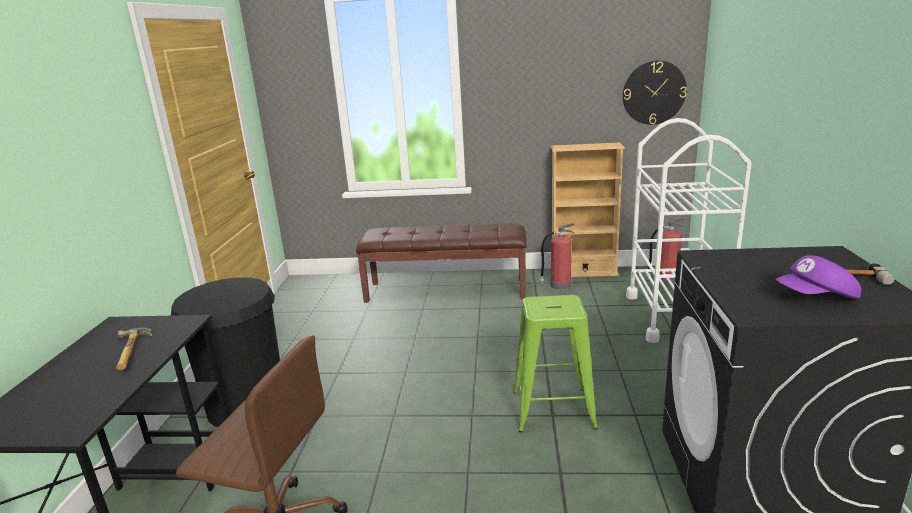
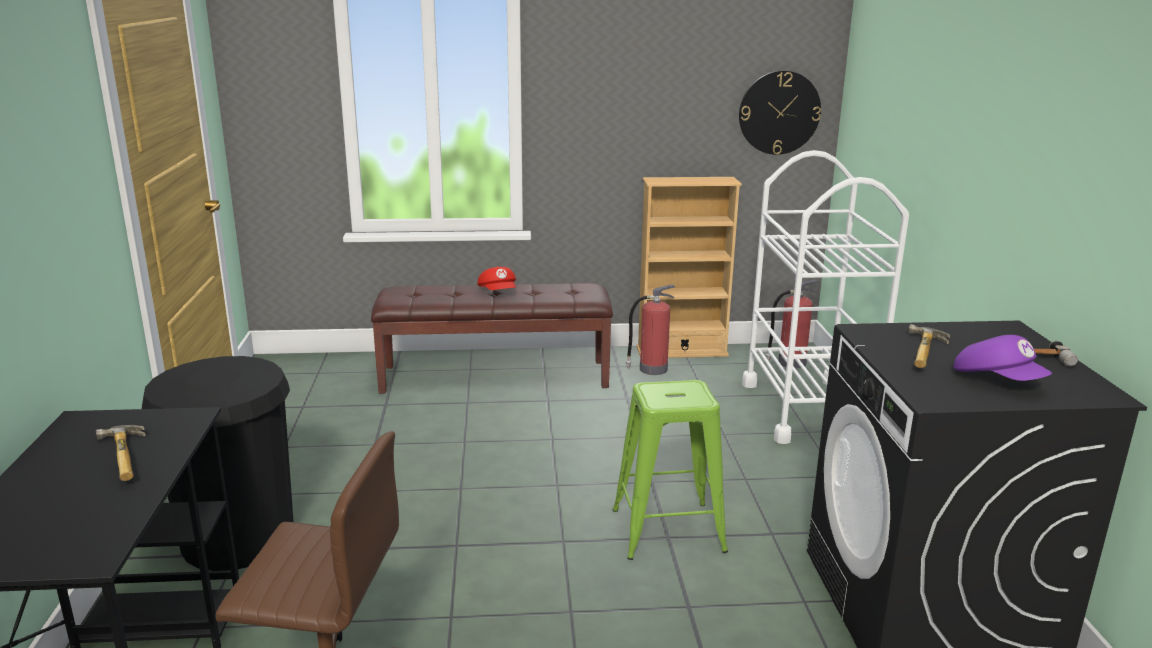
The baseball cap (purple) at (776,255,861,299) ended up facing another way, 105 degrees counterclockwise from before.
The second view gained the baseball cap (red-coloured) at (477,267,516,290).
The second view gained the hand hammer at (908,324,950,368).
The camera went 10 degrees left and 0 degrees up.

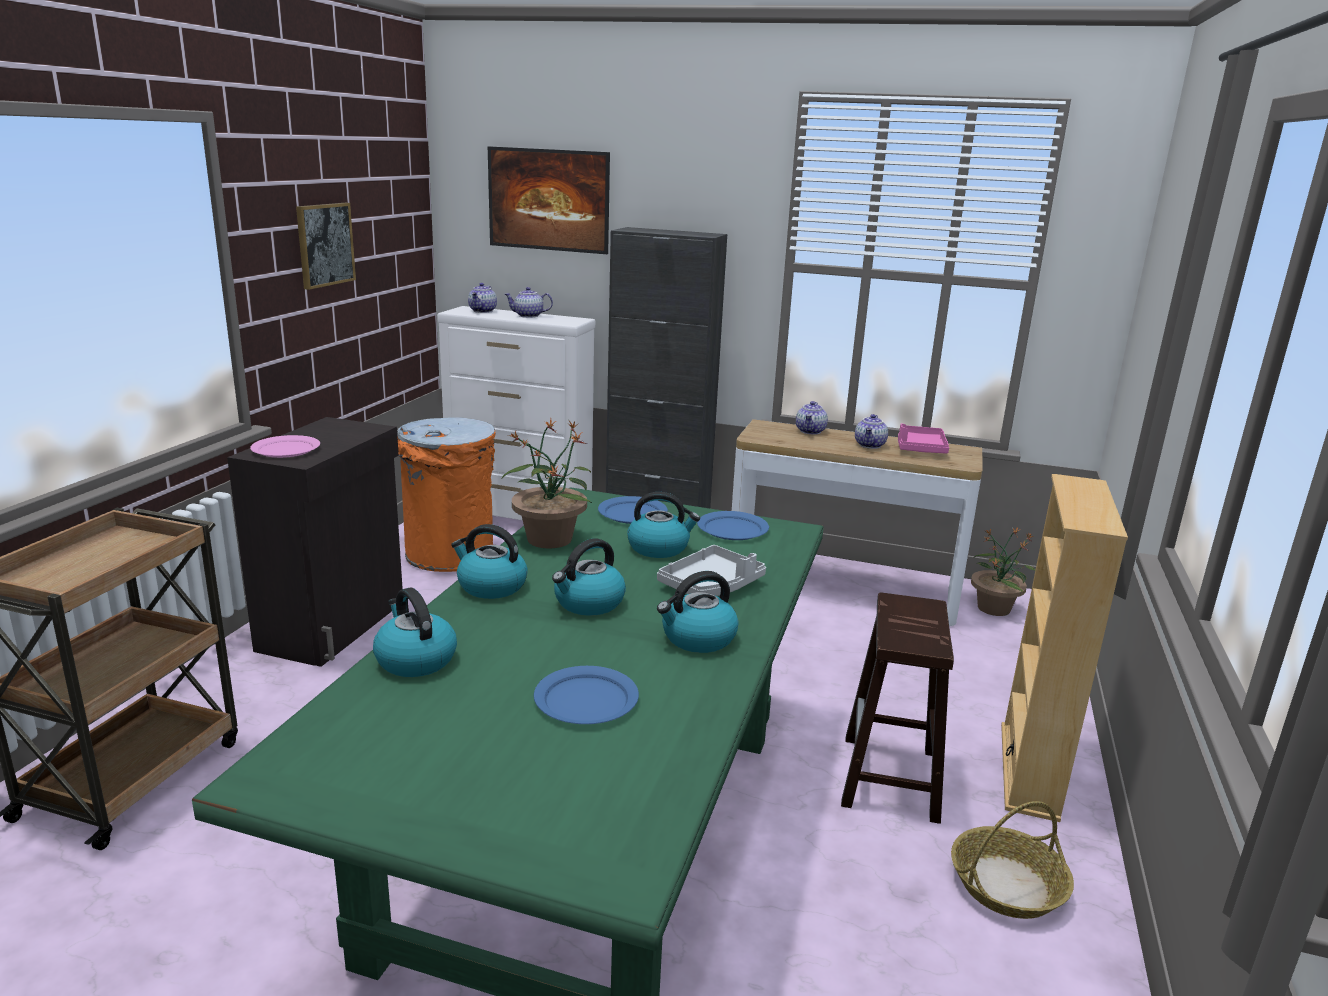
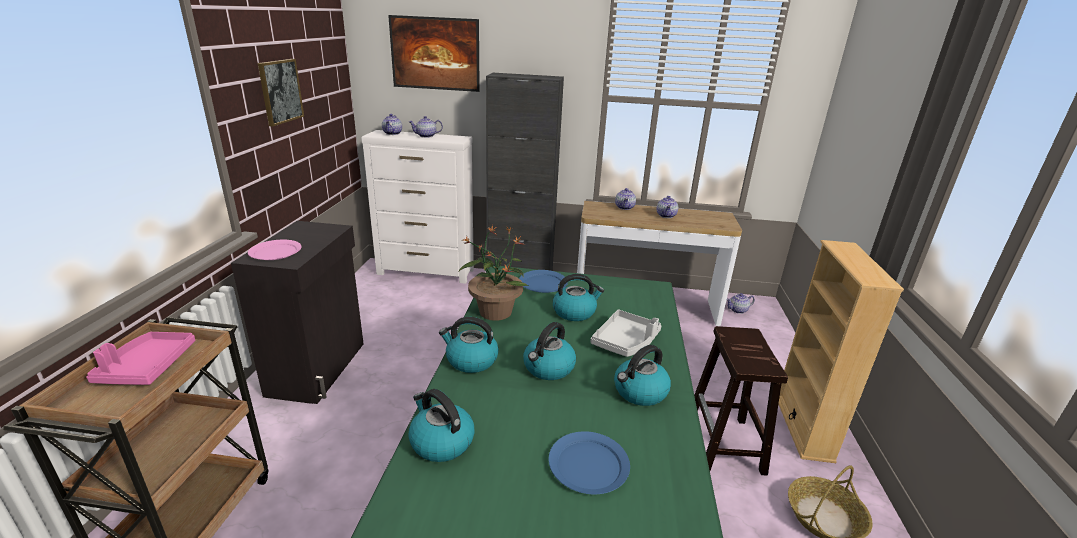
The second view lost the trash can (orangey) at (397,417,496,572).
The second view lost the plate (bluish) at (697,511,769,540).
The tray (pink-coloured) ended up elsewhere, having gone from (898,424,949,454) to (86,332,195,385).
Where the houseplant stood at (971,526,1036,616), the tea pot came to stand at (727,293,755,314).
The camera went 10 degrees left and 5 degrees up.

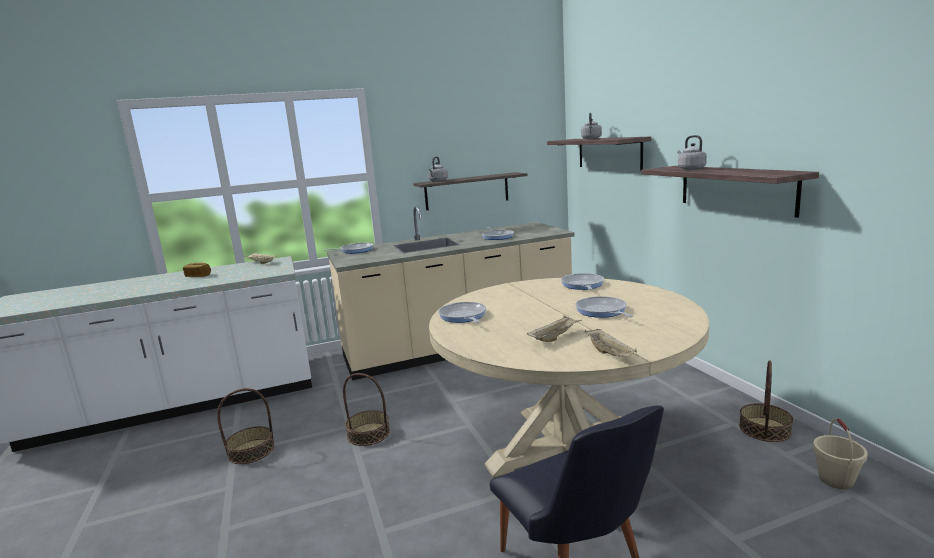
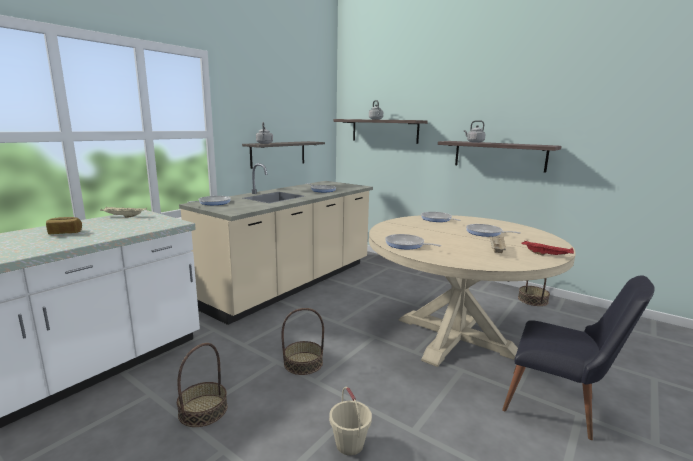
What was the tray (sand-coloured) at (584,329,637,357) turned into the tray (red-coloured) at (522,241,574,256).
The pail (sand-coloured) ended up elsewhere, having gone from (813,418,868,489) to (329,387,372,456).
The camera went 35 degrees left and 0 degrees up.

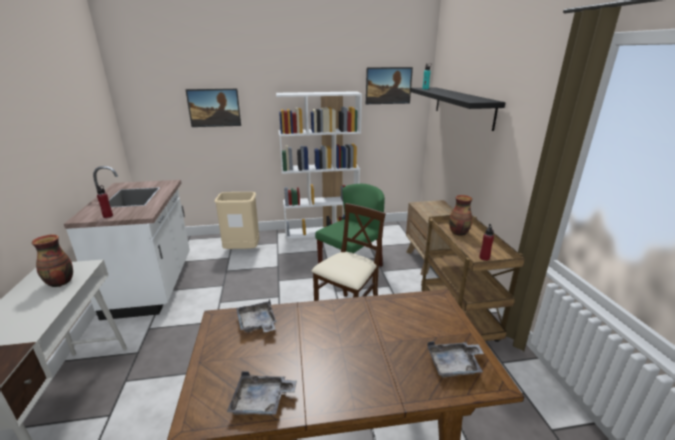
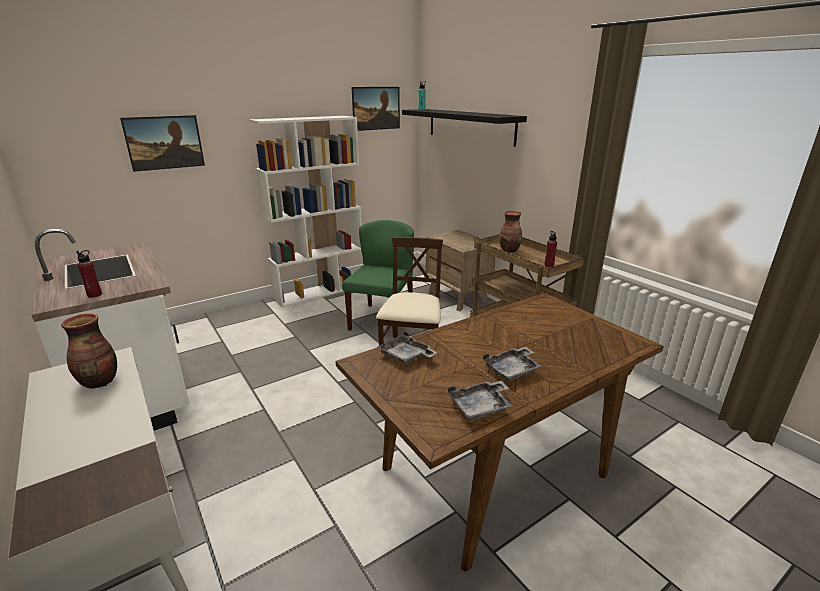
The second view lost the trash can (sand-coloured) at (214,192,260,249).
The tray (grey) ended up elsewhere, having gone from (427,341,484,377) to (483,347,542,381).
The camera went 25 degrees left and 0 degrees up.

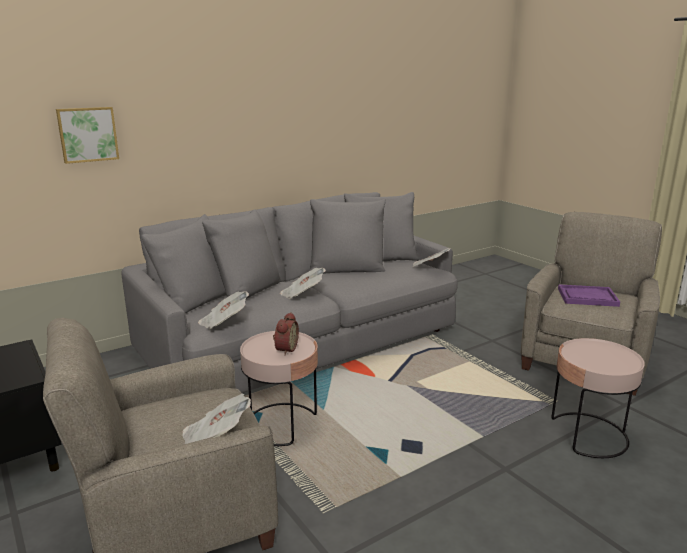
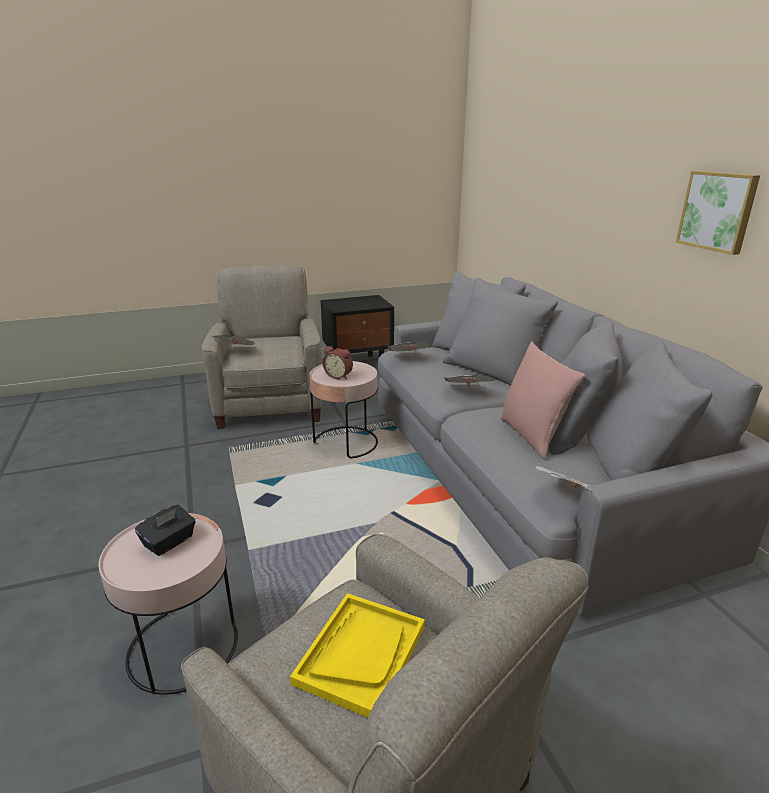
The picture ended up elsewhere, having gone from (56,107,119,164) to (676,171,760,255).
What was the tray (purple) at (558,284,620,307) turned into the tray (yellow-coloured) at (290,593,425,718).
The second view gained the tissue box (black) at (135,505,196,556).
The second view gained the cushion (pink-coloured) at (501,341,585,460).
The camera went 105 degrees right and 5 degrees up.

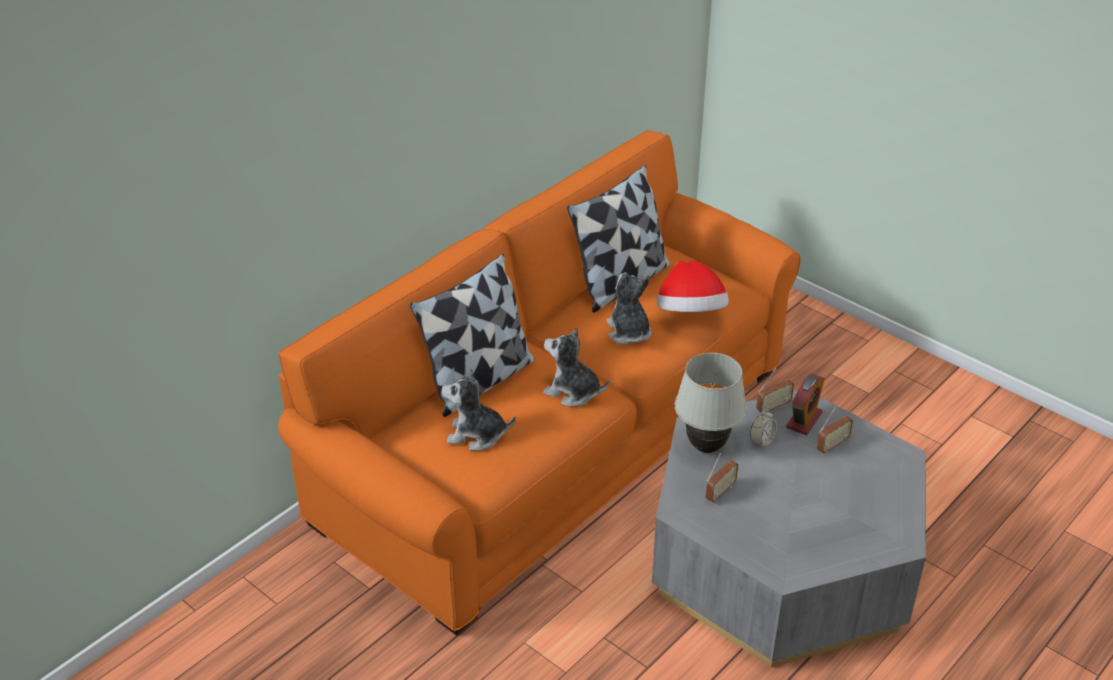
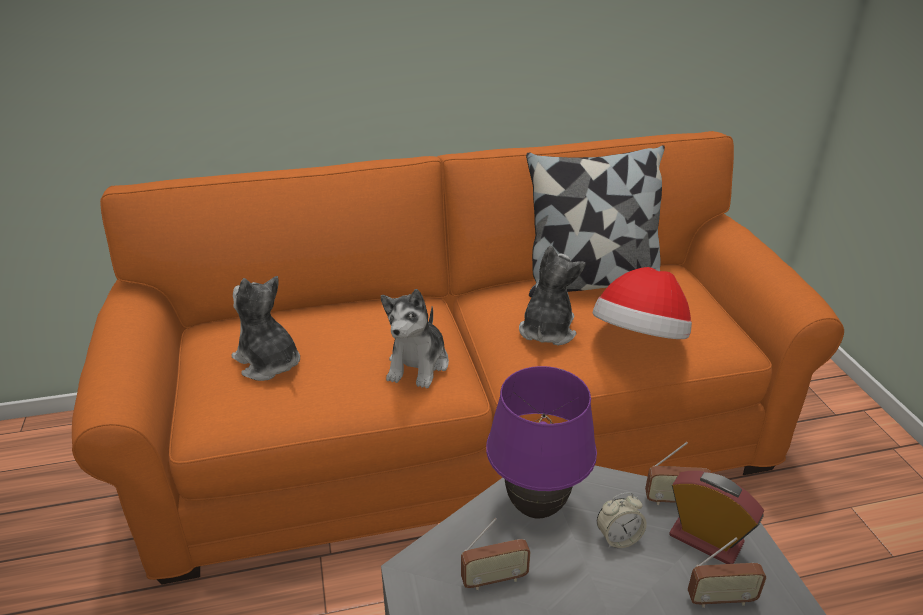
The second view lost the cushion at (410,254,535,417).
The soft toy at (543,327,609,407) ended up facing another way, 135 degrees counterclockwise from before.
What was the table lamp (white) at (675,353,747,453) turned into the table lamp (purple) at (486,366,597,519).
The bedside clock at (786,374,825,435) ended up facing another way, 120 degrees counterclockwise from before.
The camera went 35 degrees right and 5 degrees down.

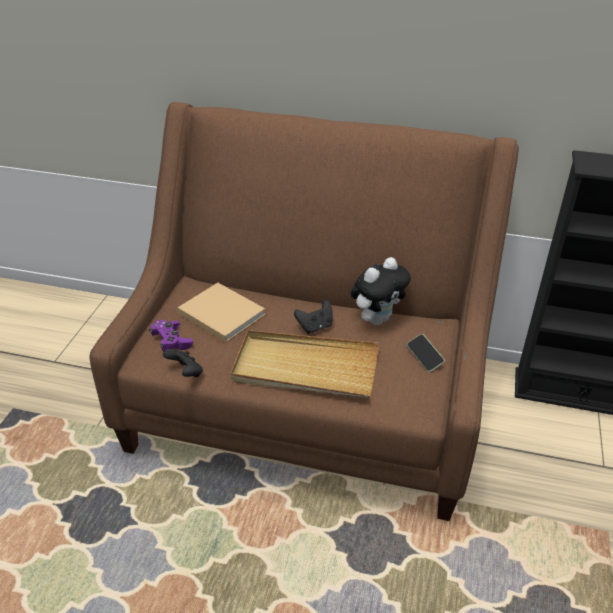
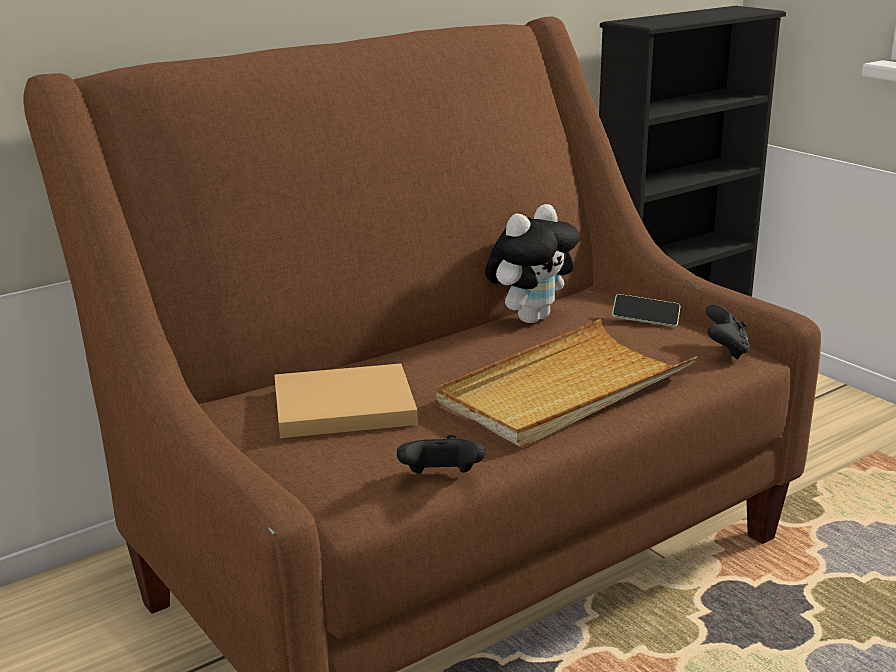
The second view lost the joypad (purple) at (149,320,193,352).
The joypad (black) ended up elsewhere, having gone from (294,300,333,334) to (706,304,750,359).
The soft toy at (351,257,411,325) ended up facing another way, 45 degrees clockwise from before.
The camera went 50 degrees left and 15 degrees down.

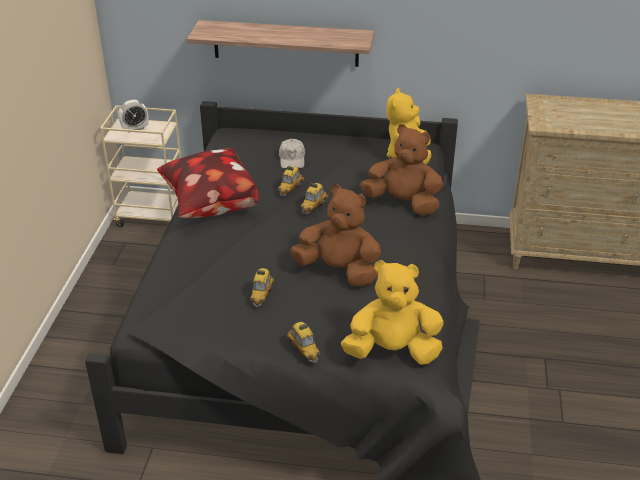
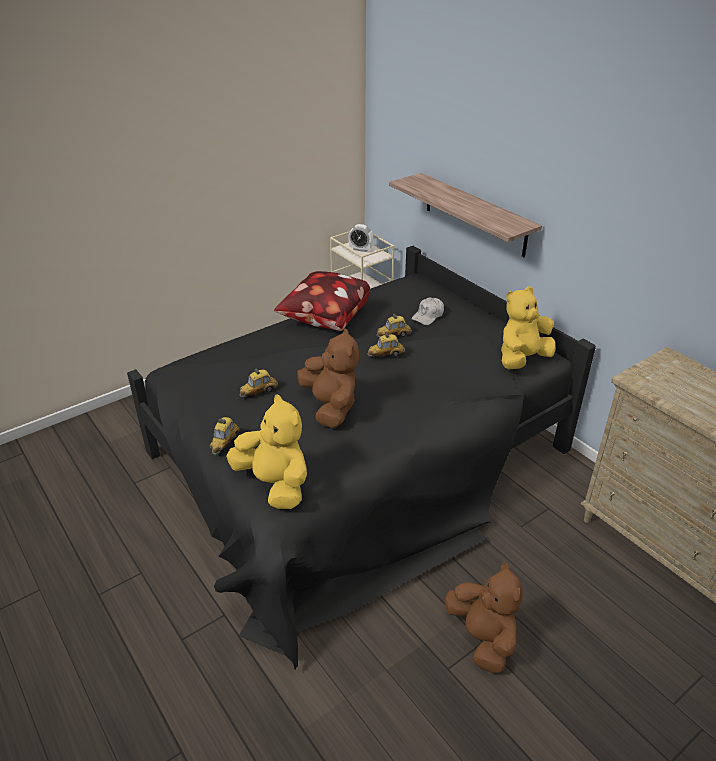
The soft toy (brown-coloured) ended up elsewhere, having gone from (360,124,443,216) to (445,562,523,673).
The camera went 45 degrees right and 0 degrees up.

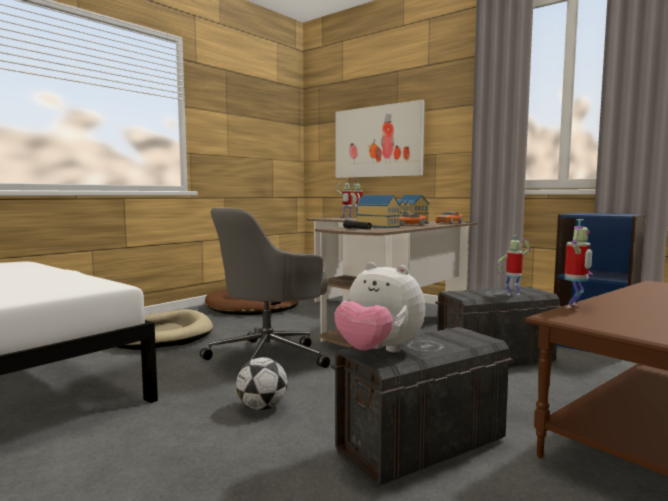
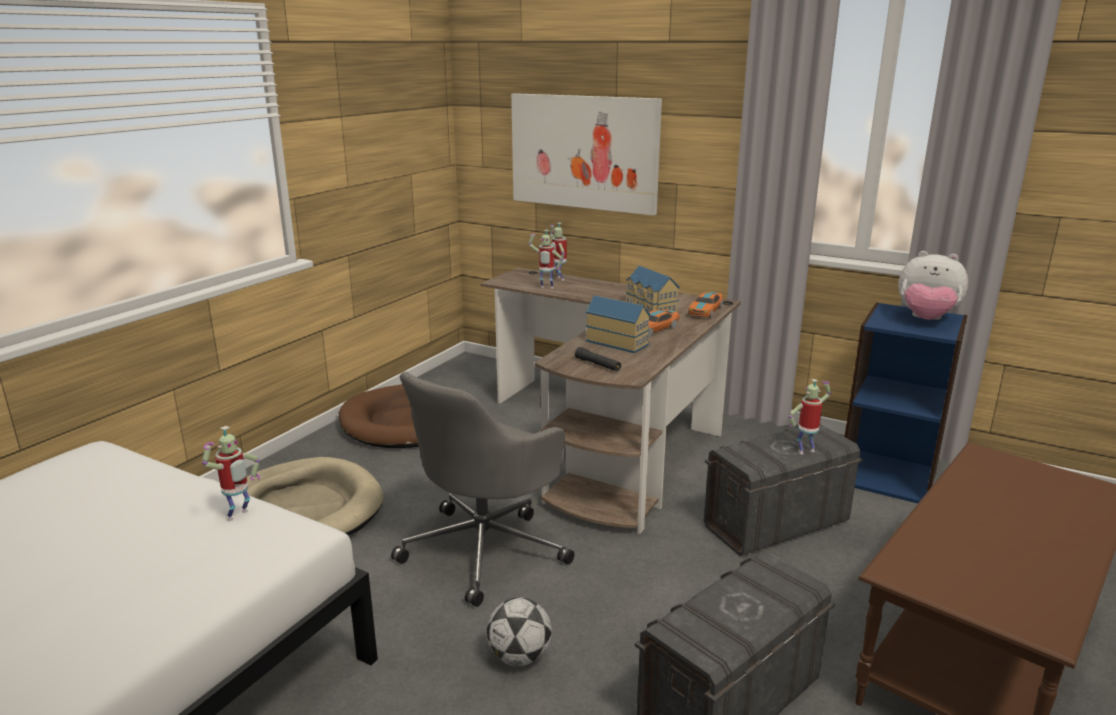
The soft toy ended up elsewhere, having gone from (334,262,425,352) to (898,251,968,320).
The model robot ended up elsewhere, having gone from (564,219,592,308) to (202,426,260,521).
The camera went 10 degrees left and 15 degrees up.

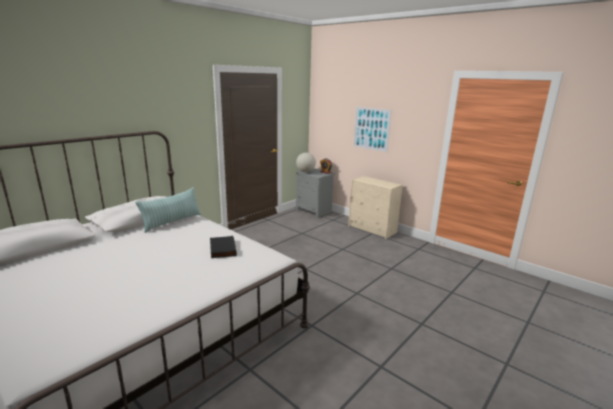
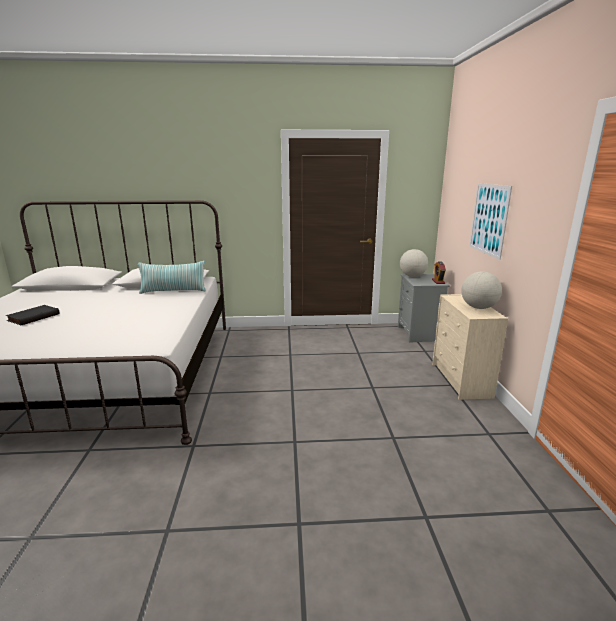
The bound book (black) ended up elsewhere, having gone from (210,236,237,258) to (6,305,60,326).
The second view gained the desk globe at (461,271,502,309).
The camera went 45 degrees right and 0 degrees up.

